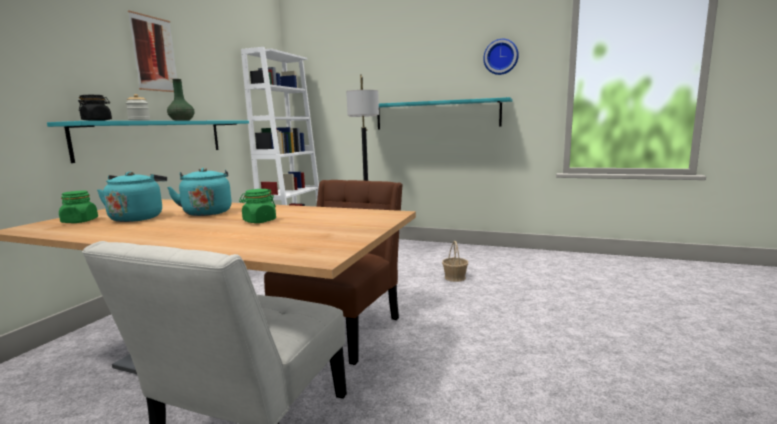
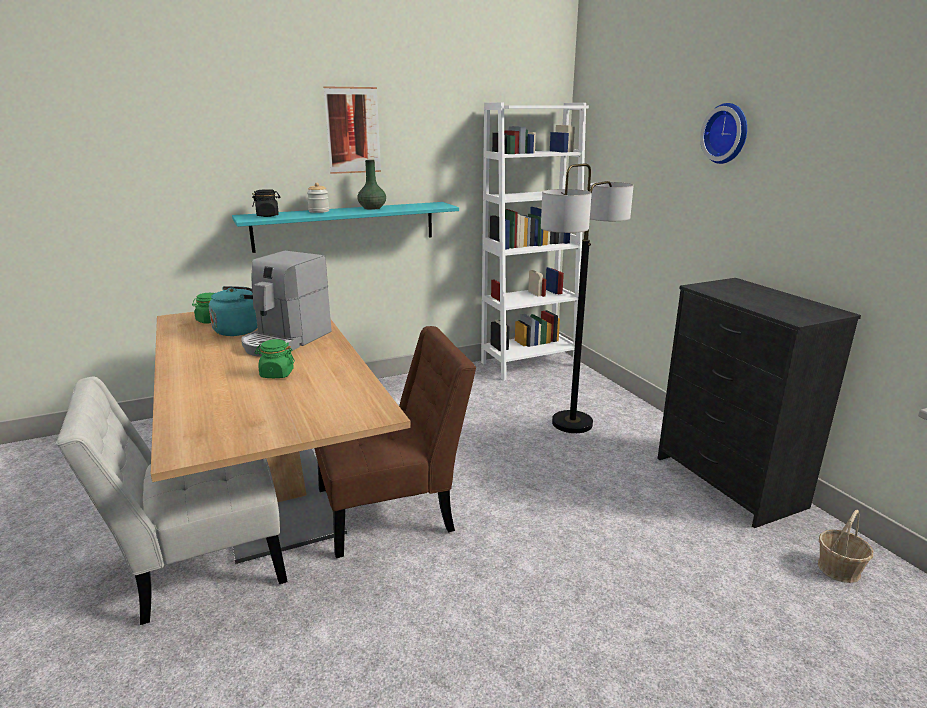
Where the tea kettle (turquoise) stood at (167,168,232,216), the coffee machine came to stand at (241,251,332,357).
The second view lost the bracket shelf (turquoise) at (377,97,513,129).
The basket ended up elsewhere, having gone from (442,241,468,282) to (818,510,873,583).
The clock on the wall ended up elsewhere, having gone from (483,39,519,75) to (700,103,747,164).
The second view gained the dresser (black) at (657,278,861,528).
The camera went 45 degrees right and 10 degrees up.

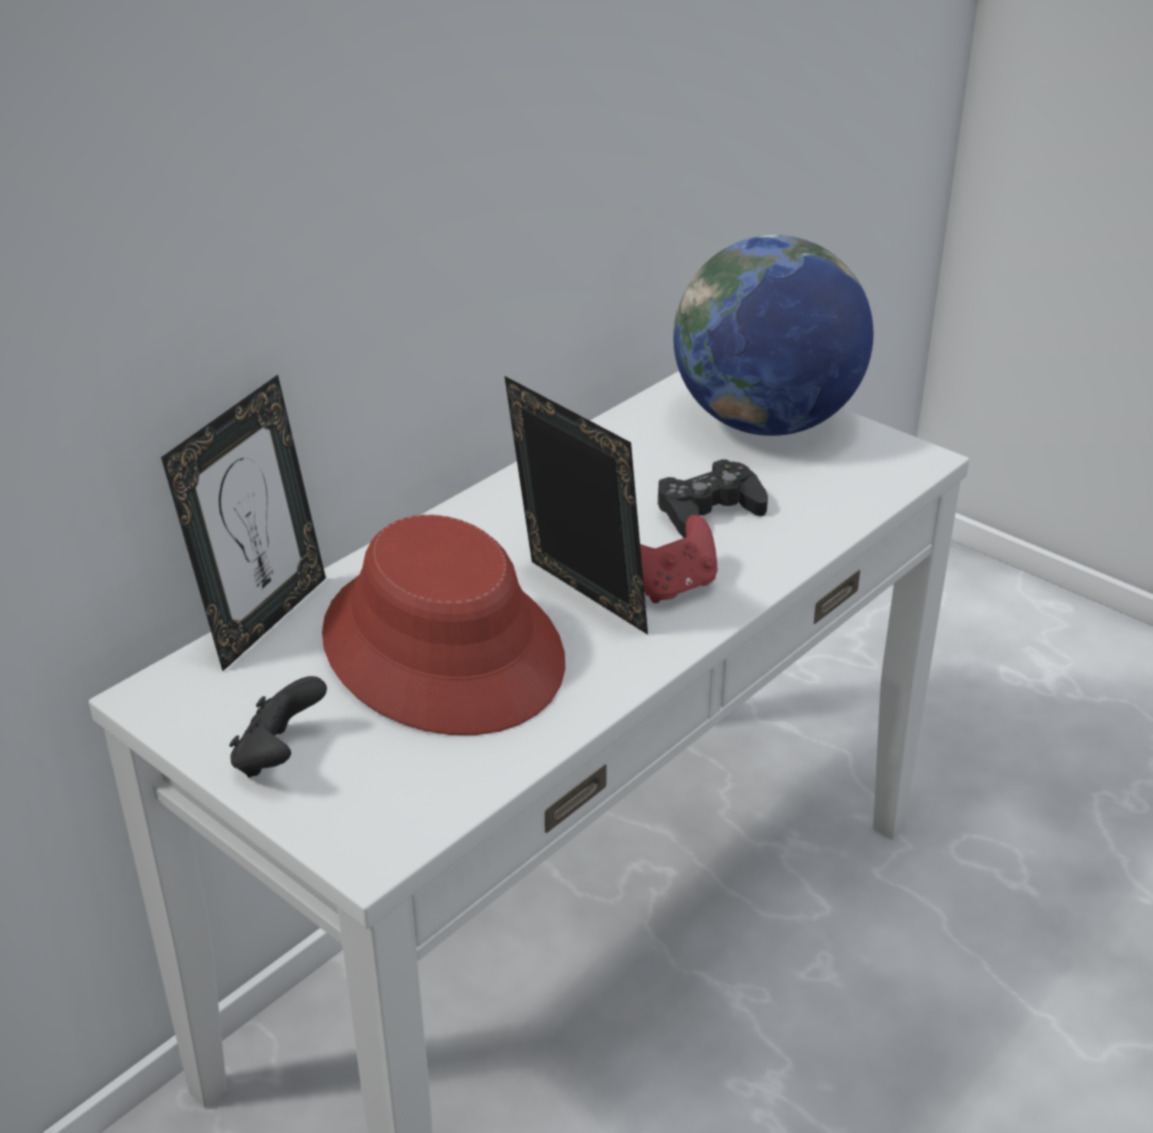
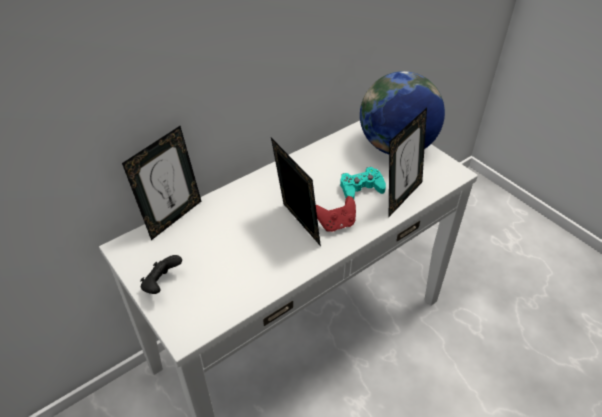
The second view lost the hat (red-coloured) at (322,515,565,735).
What was the joypad (black) at (658,459,768,538) turned into the joypad (turquoise) at (340,167,386,199).
The second view gained the standing frame at (389,108,427,217).
The camera went 10 degrees right and 10 degrees up.

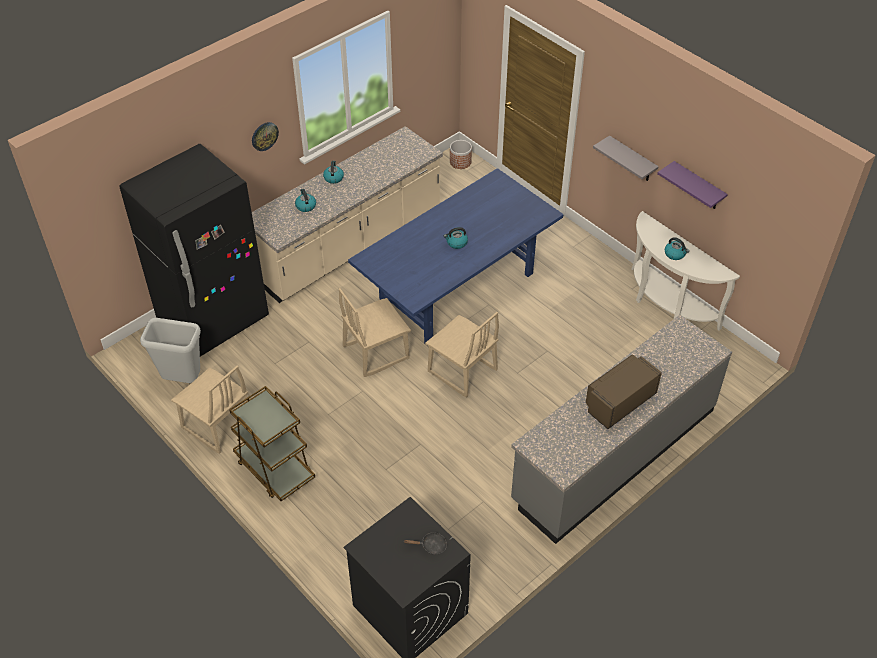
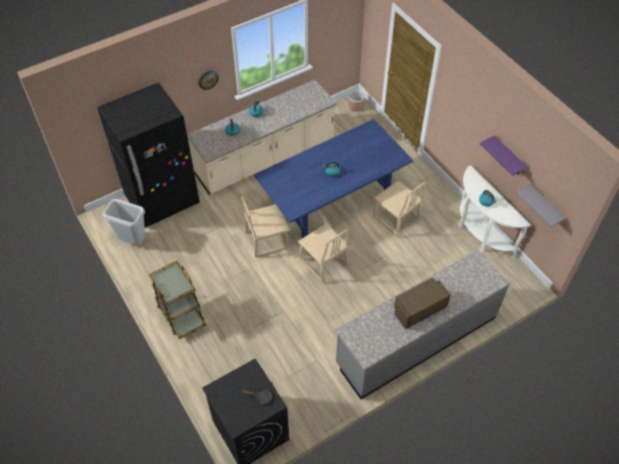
The plain chair (sand-coloured) ended up elsewhere, having gone from (171,366,248,454) to (373,181,425,237).
The bracket shelf (grey) ended up elsewhere, having gone from (593,135,659,181) to (516,184,566,227).
The camera went 10 degrees right and 5 degrees up.

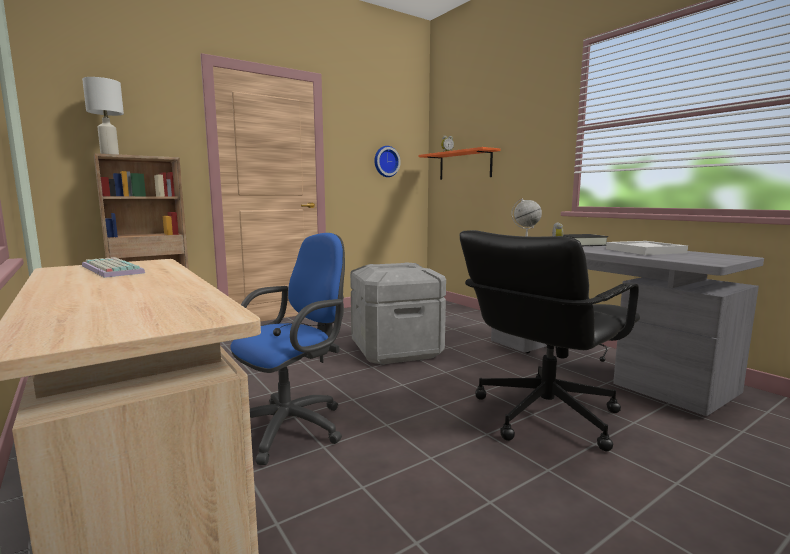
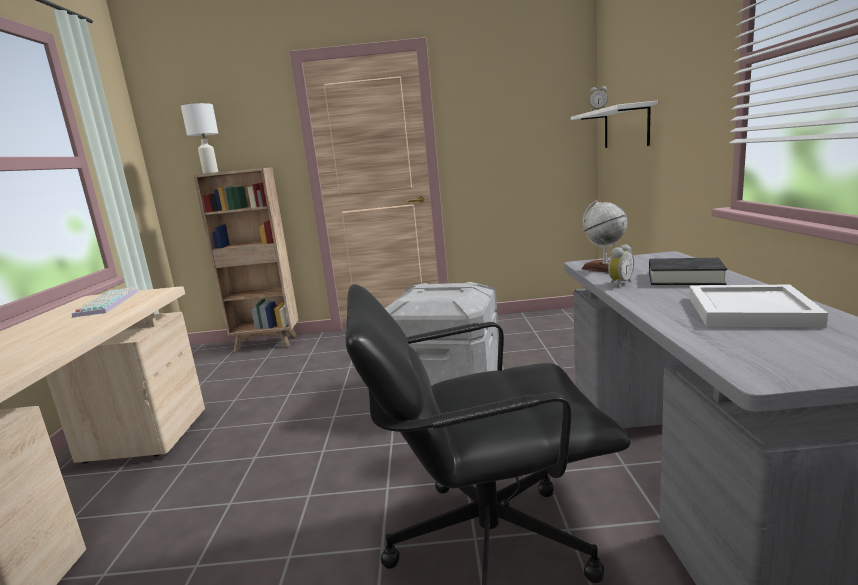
The second view lost the desk chair (bluish) at (230,233,345,465).
The second view lost the clock on the wall at (374,146,401,177).
What was the bracket shelf (orangey) at (418,147,501,180) turned into the bracket shelf (white) at (571,101,658,148).
The camera went 35 degrees right and 5 degrees up.

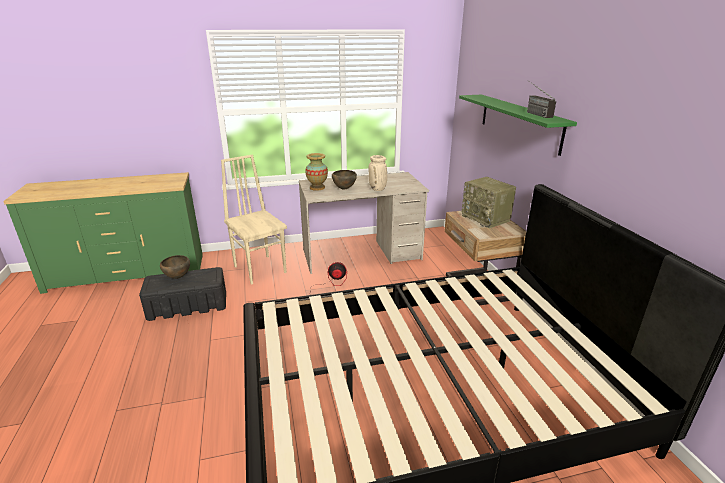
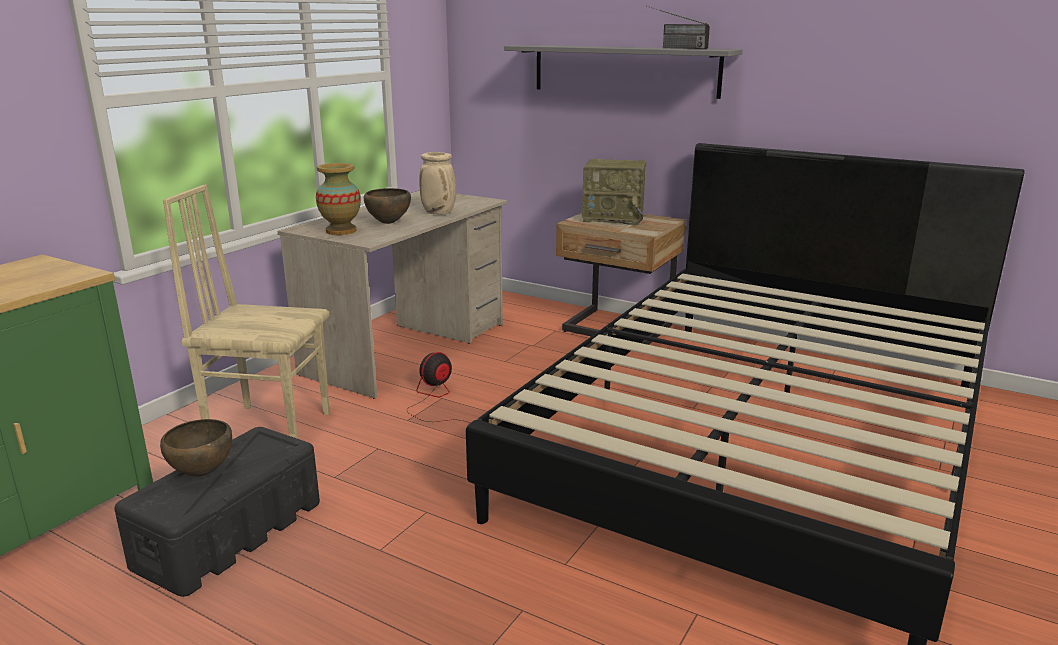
What was the bracket shelf (green-coloured) at (459,95,577,156) turned into the bracket shelf (grey) at (504,45,742,99).
The camera went 45 degrees left and 5 degrees down.

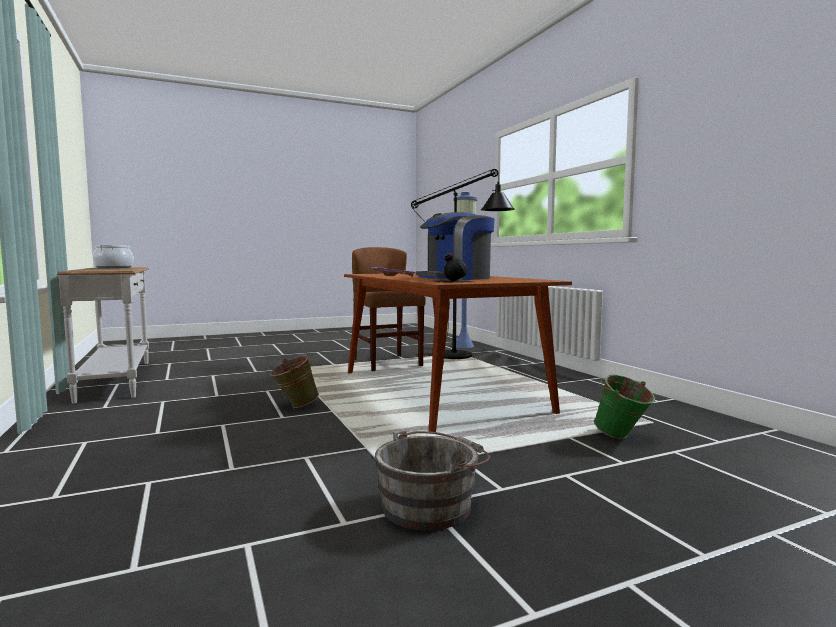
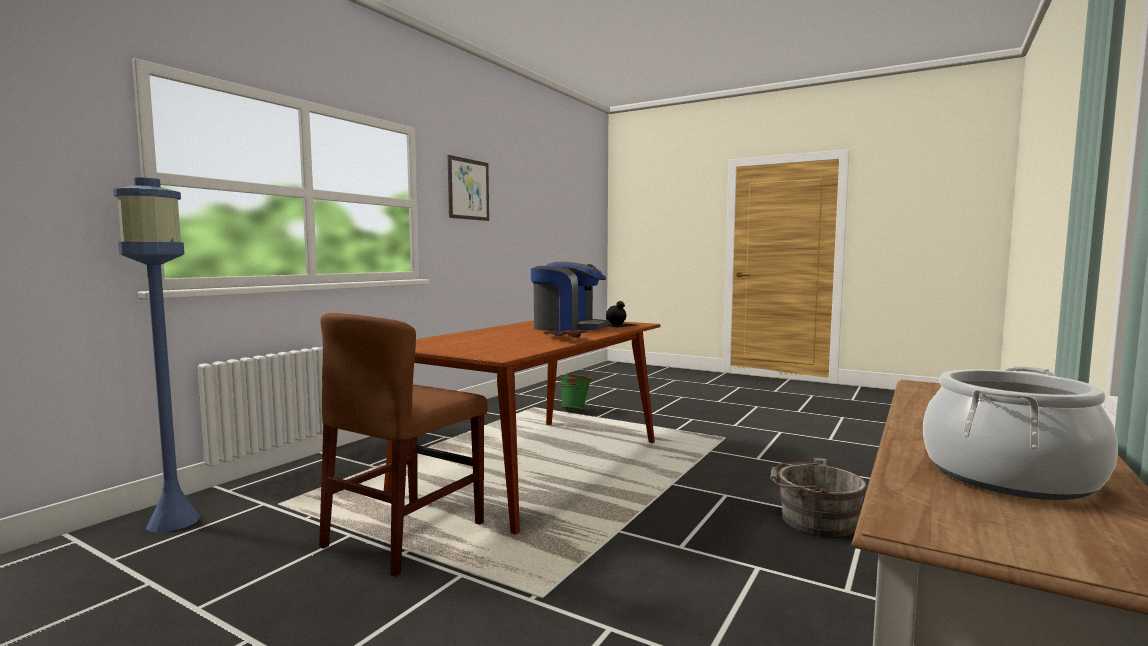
The second view lost the pail (green-coloured) at (270,355,319,408).
The pail (grey) ended up elsewhere, having gone from (375,430,490,531) to (770,458,866,537).
The second view lost the floor lamp (black) at (411,169,515,359).
The second view gained the picture at (448,155,489,221).
The camera went 125 degrees left and 0 degrees up.

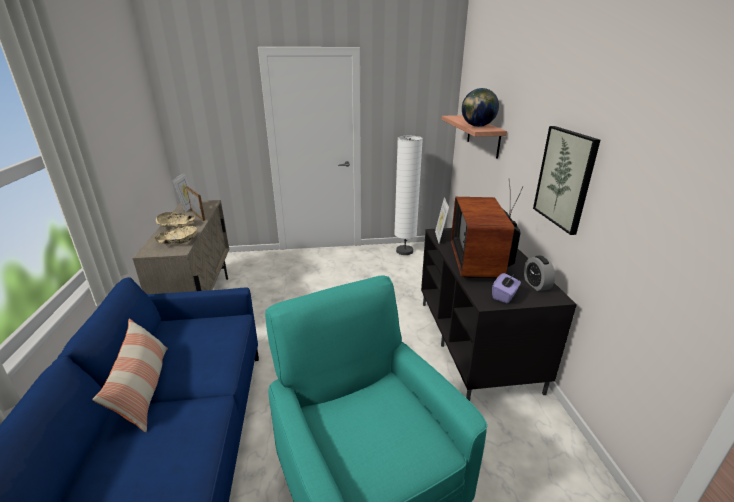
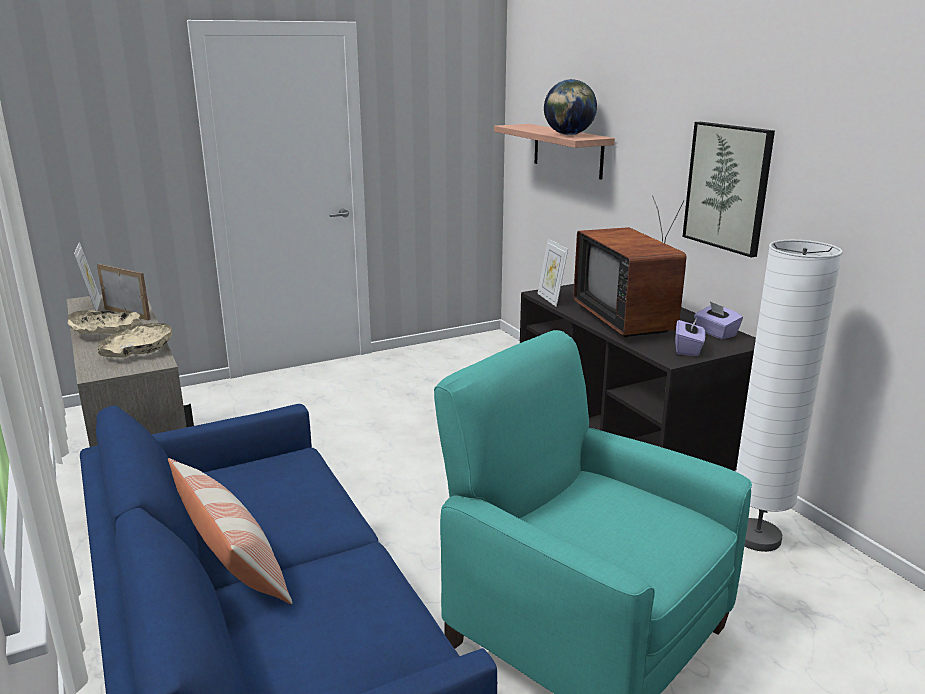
The floor lamp (white) ended up elsewhere, having gone from (394,136,423,255) to (736,240,843,552).
Where the bedside clock stood at (524,255,555,291), the tissue box (purple) came to stand at (694,302,743,339).
The camera went 20 degrees left and 5 degrees down.

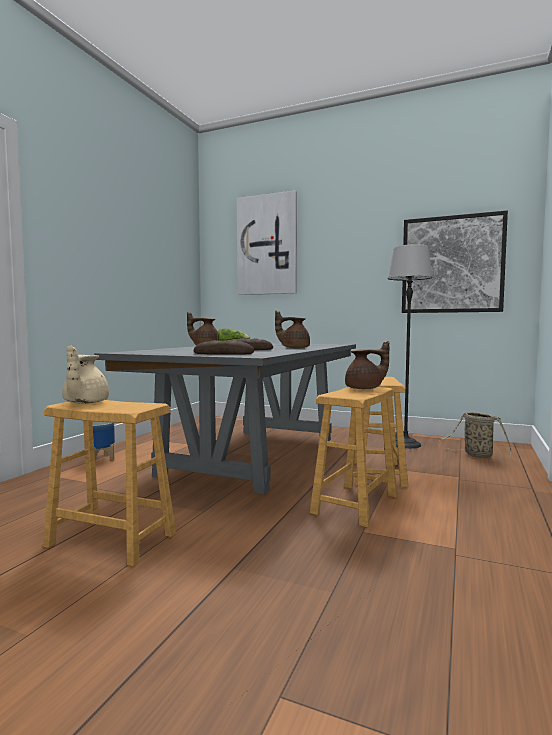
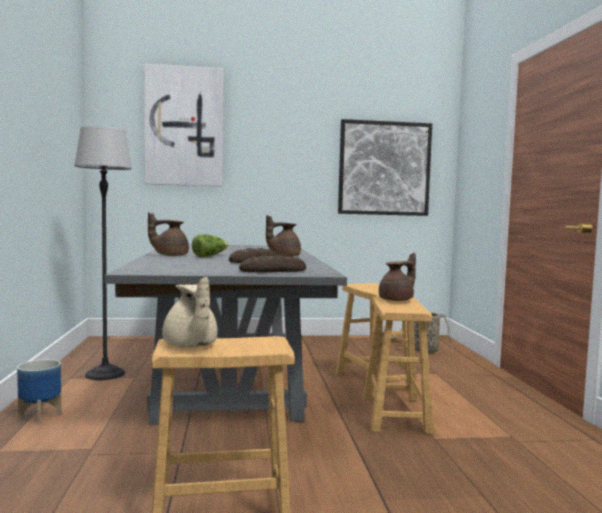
The floor lamp ended up elsewhere, having gone from (388,244,433,449) to (74,126,132,380).
The camera went 30 degrees left and 0 degrees up.

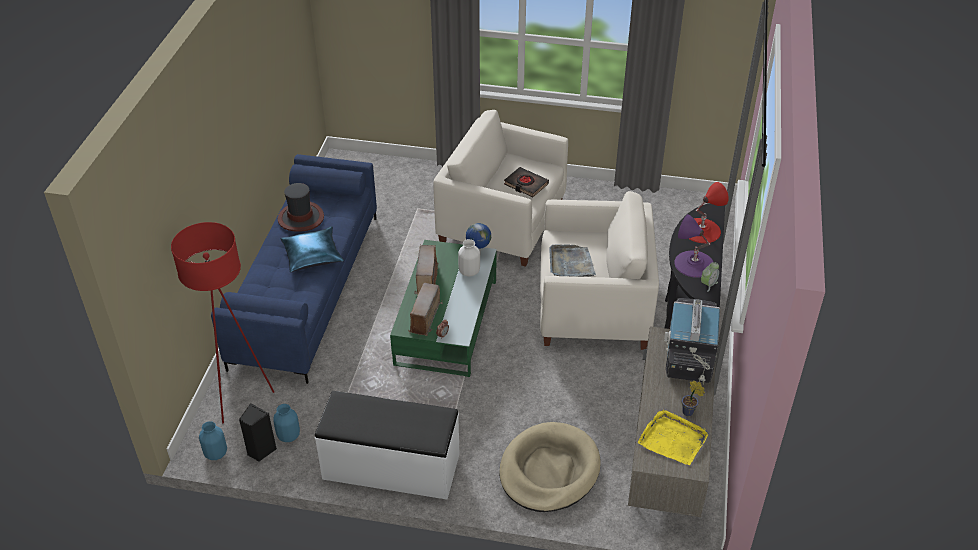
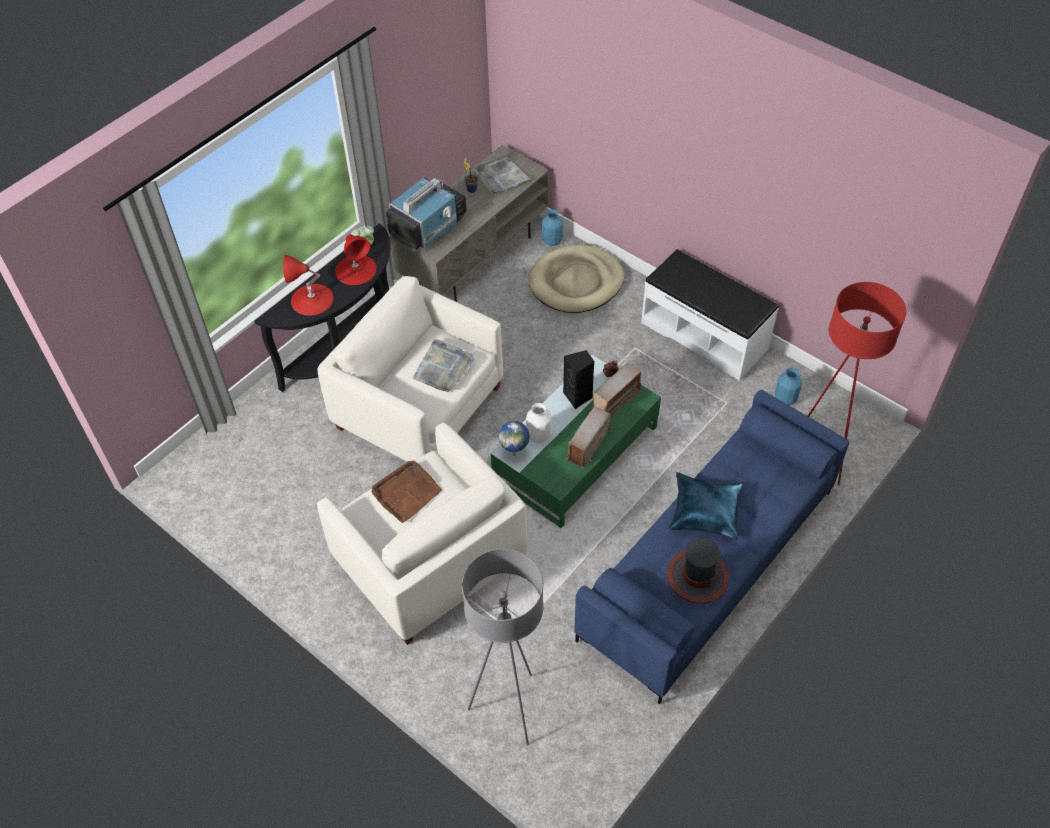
The decorative vase (bluish) ended up elsewhere, having gone from (199,421,227,460) to (542,209,563,246).
The loudspeaker (black) ended up elsewhere, having gone from (239,403,277,461) to (563,350,595,409).
Where the bound book (black) stood at (504,167,549,197), the tray (brown-coloured) came to stand at (371,461,442,523).
What was the tray (yellow-coloured) at (638,410,709,465) turned into the tray (grey) at (474,157,532,193).
What was the table lamp (purple) at (674,214,713,278) turned into the table lamp (red-coloured) at (335,234,377,285).
The second view gained the floor lamp (grey) at (462,549,544,745).
The camera went 150 degrees left and 10 degrees up.

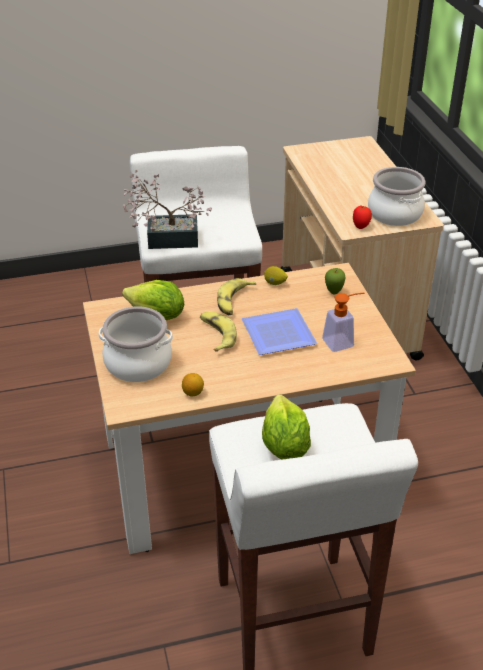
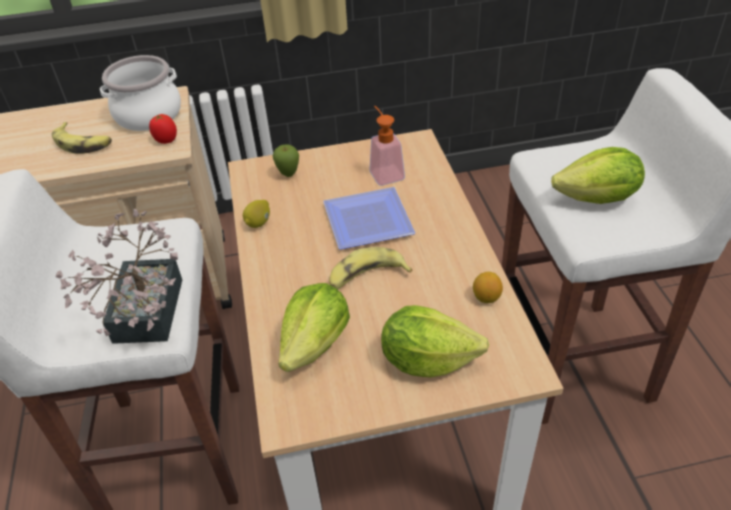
Where the stockpot stood at (99,306,173,382), the head of lettuce came to stand at (381,305,489,378).
The banana ended up elsewhere, having gone from (217,278,256,315) to (52,122,112,154).
The camera went 85 degrees left and 5 degrees up.

